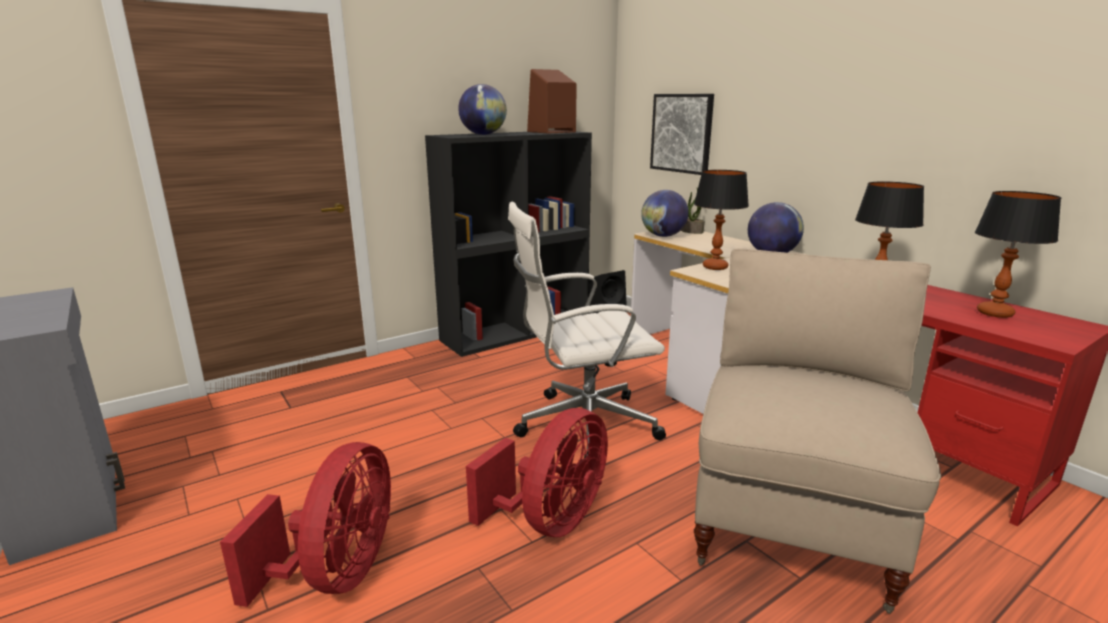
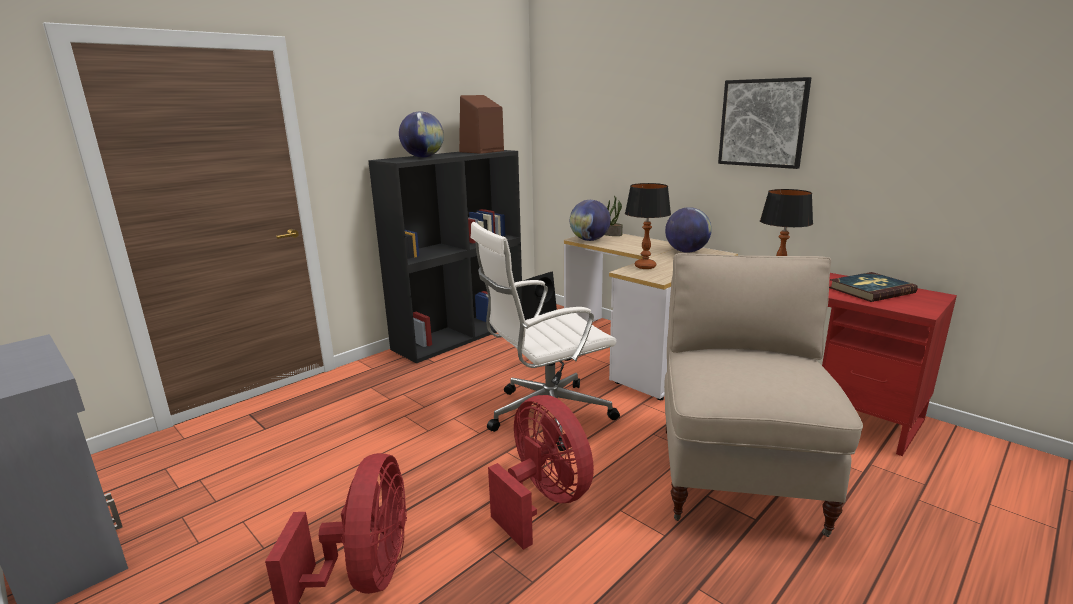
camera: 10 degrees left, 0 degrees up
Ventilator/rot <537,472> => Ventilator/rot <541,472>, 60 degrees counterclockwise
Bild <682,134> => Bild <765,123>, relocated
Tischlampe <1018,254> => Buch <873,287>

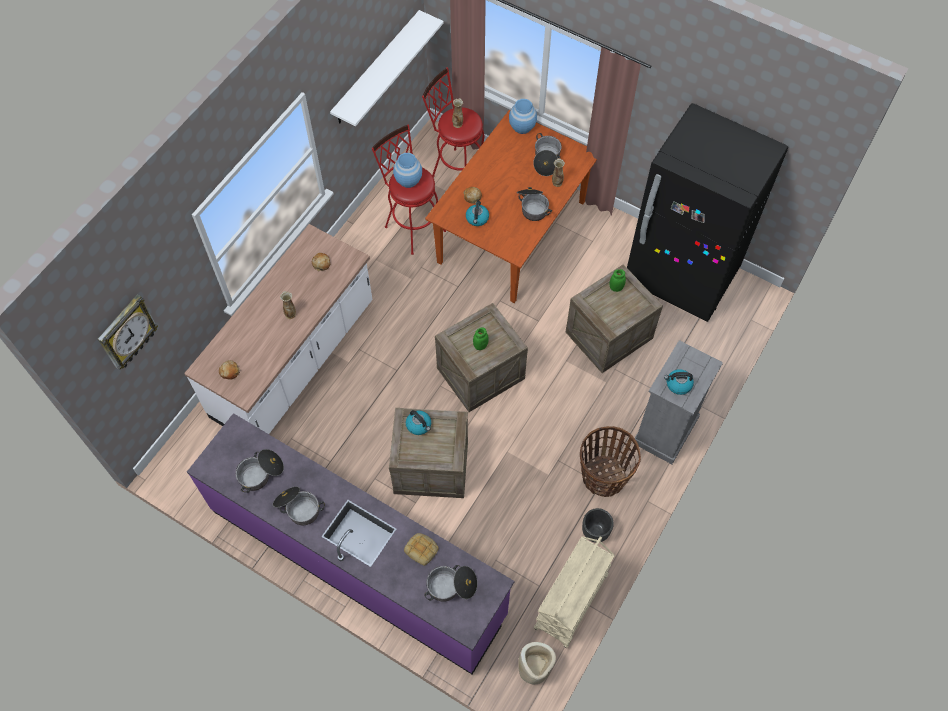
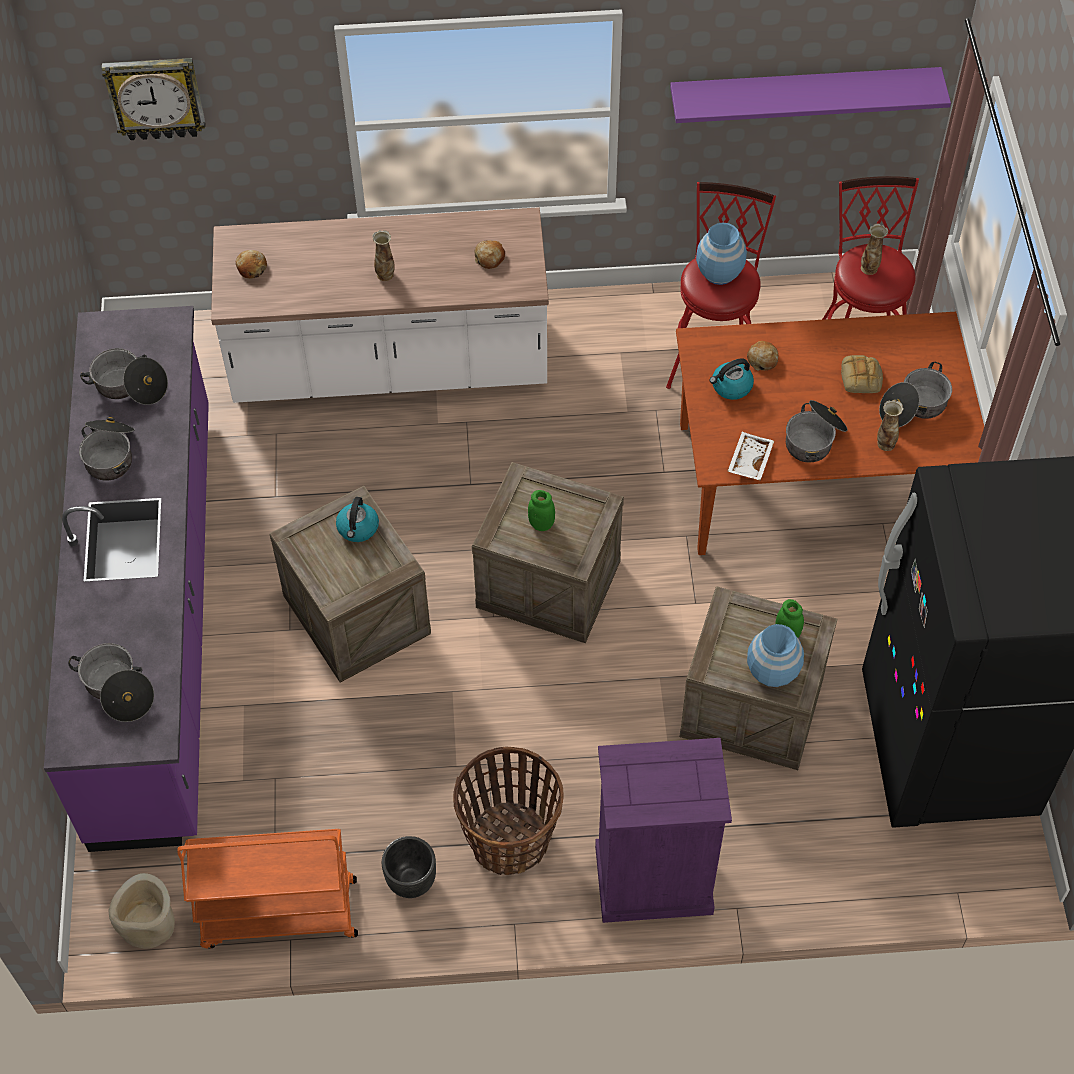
camera: 55 degrees right, 5 degrees down
Wandregal/weiß <387,68> => Wandregal/lila <810,95>
Brot <421,549> => Brot <862,374>, relocated
Vase/blau <523,116> => Vase/blau <775,655>, relocated
Rollwagen/beige <574,592> => Rollwagen/orange <267,889>
Kommode/grau <678,402> => Kommode/lila <663,830>
Wasserkessel <679,382> => nothing
nothing => Tablett/weiß <750,456>

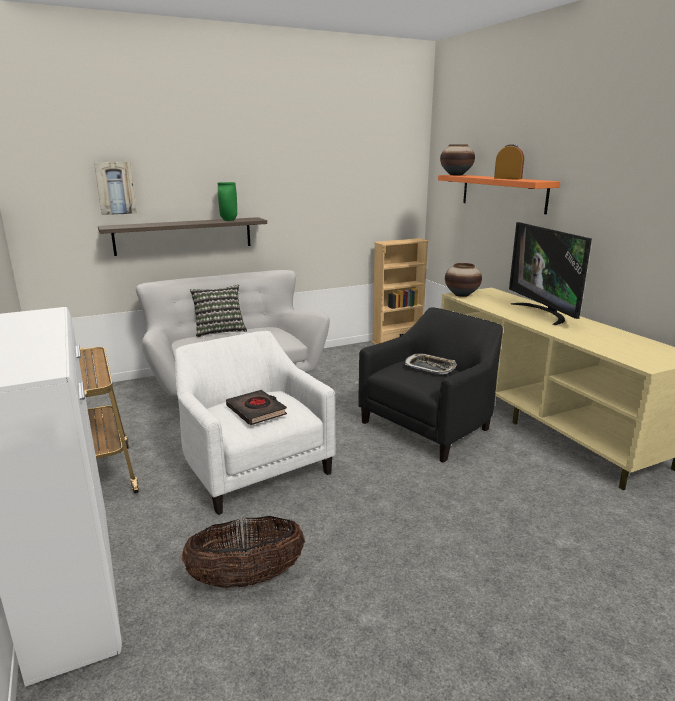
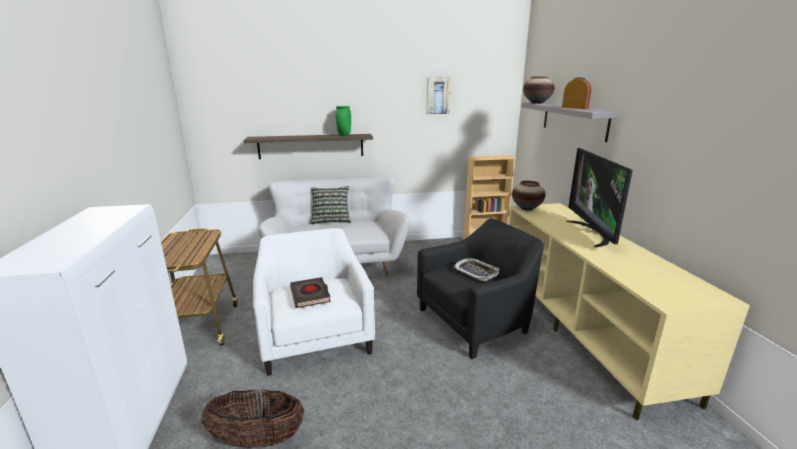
camera: 15 degrees right, 0 degrees up
Bild <115,188> => Bild <439,95>, relocated
Wandregal/orange <499,194> => Wandregal/grau <570,122>

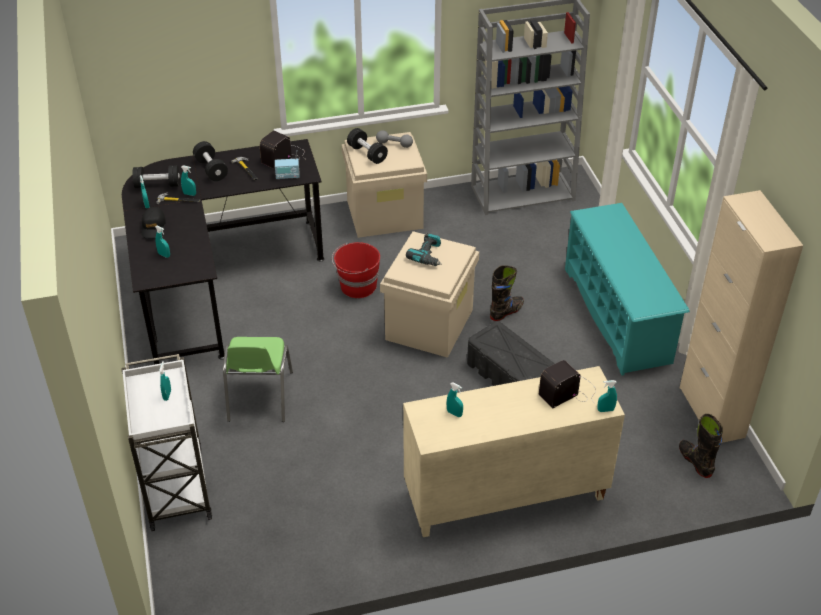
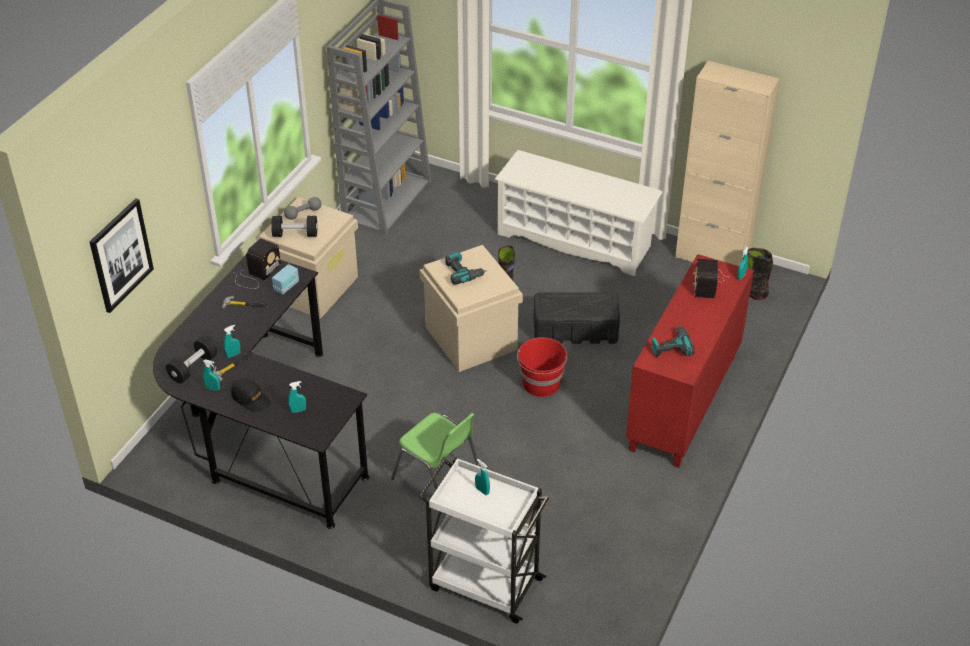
camera: 50 degrees left, 0 degrees up
Hantel/schwarz <210,161> => nothing
Radio <282,150> => Radio <258,264>, 135 degrees counterclockwise
Eimer/rot <356,270> => Eimer/rot <542,367>, relocated
Schrank/beige <514,451> => Schrank/rot <690,361>
Sprühflasche/türkis <454,399> => Bohrmaschine <673,341>
Schuhregal/türkis <627,289> => Schuhregal/weiß <579,213>
nothing => Bild <121,255>

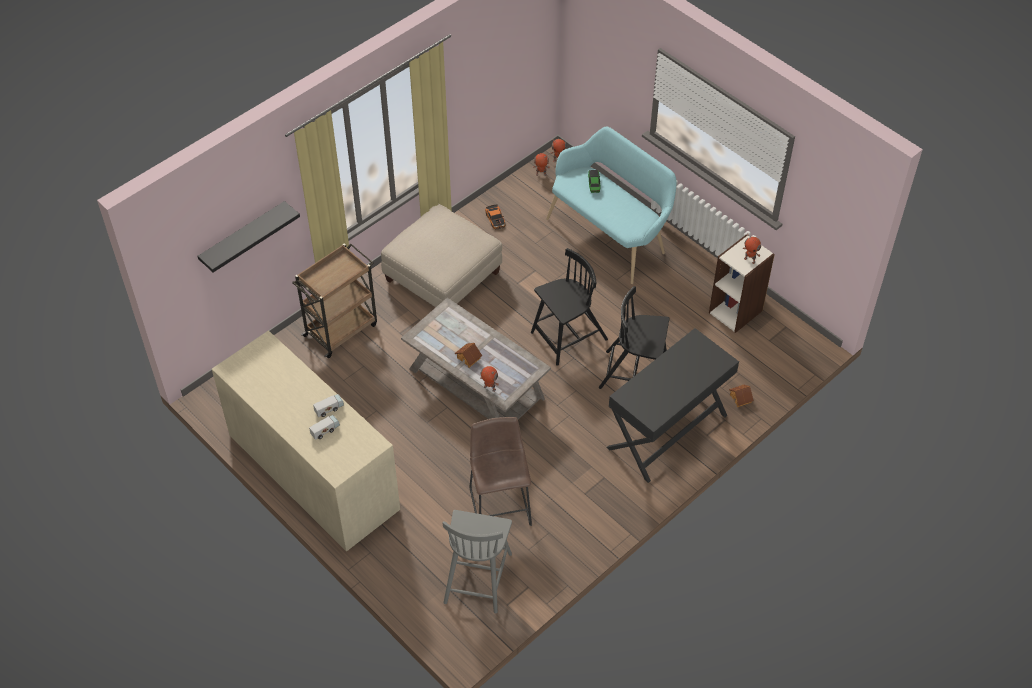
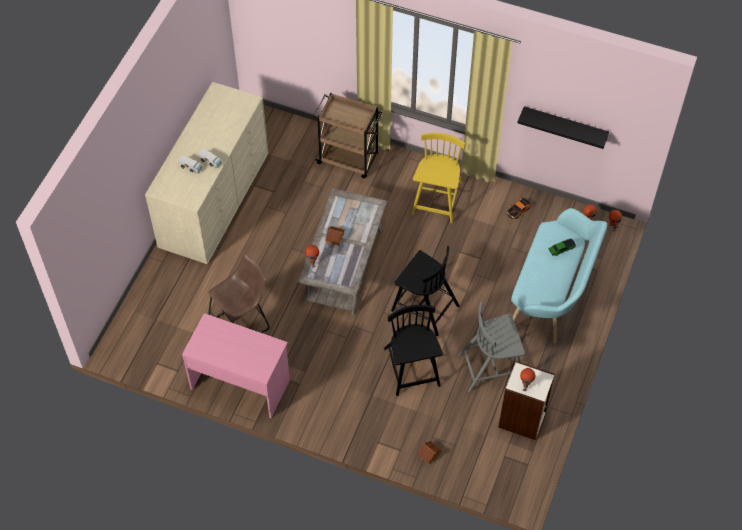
camera: 65 degrees right, 5 degrees up
Wandregal/schwarz <249,237> => Wandregal/schwarz <563,127>, relocated
Polsterhocker/beige <441,255> => Stuhl/gelb <438,178>
Stuhl/grau <477,562> => Stuhl/grau <491,347>, relocated
Schreibtisch/schwarz <672,405> => nothing
nothing => Schreibtisch/rosa <236,365>

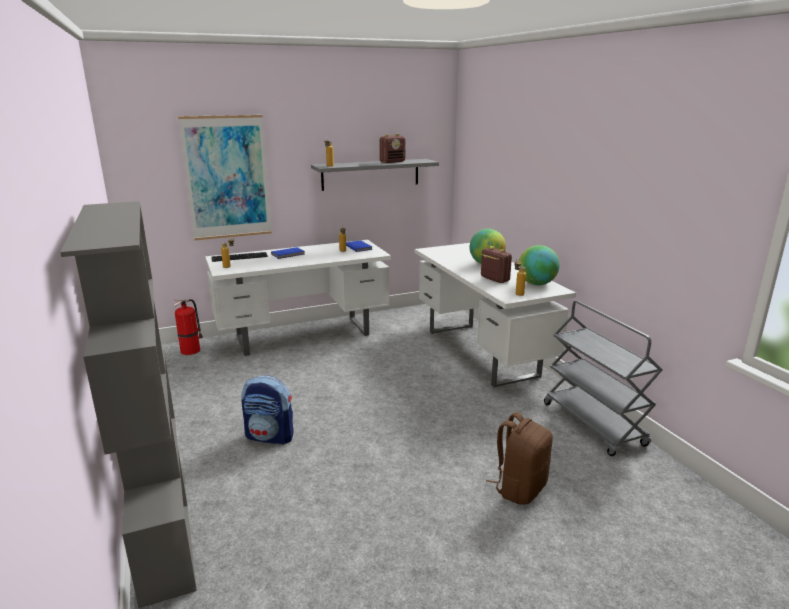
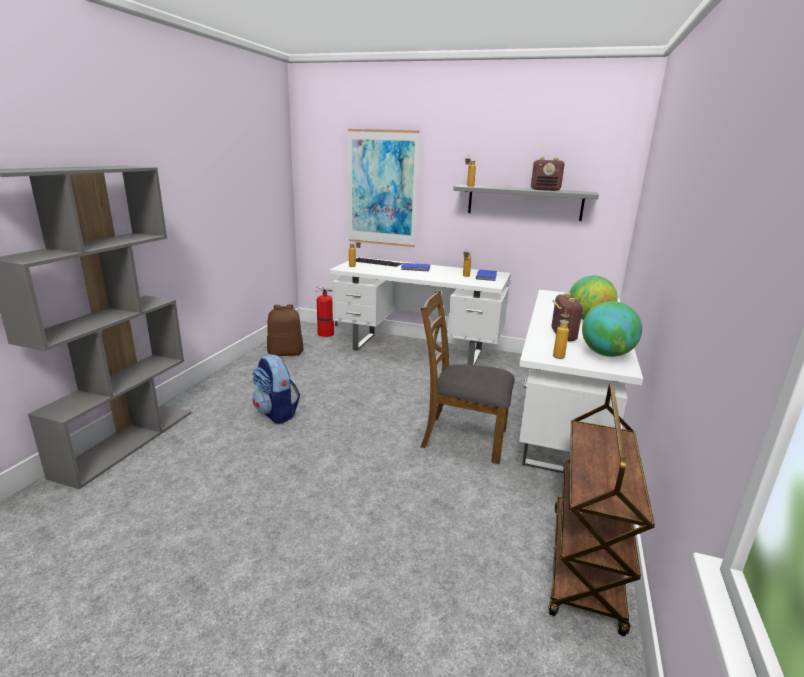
camera: 40 degrees right, 0 degrees up
Rucksack/braun <519,458> => Rucksack/braun <285,330>, relocated
Rollwagen/grau <603,378> => Rollwagen/braun <602,510>
nothing => Stuhl/braun <467,377>

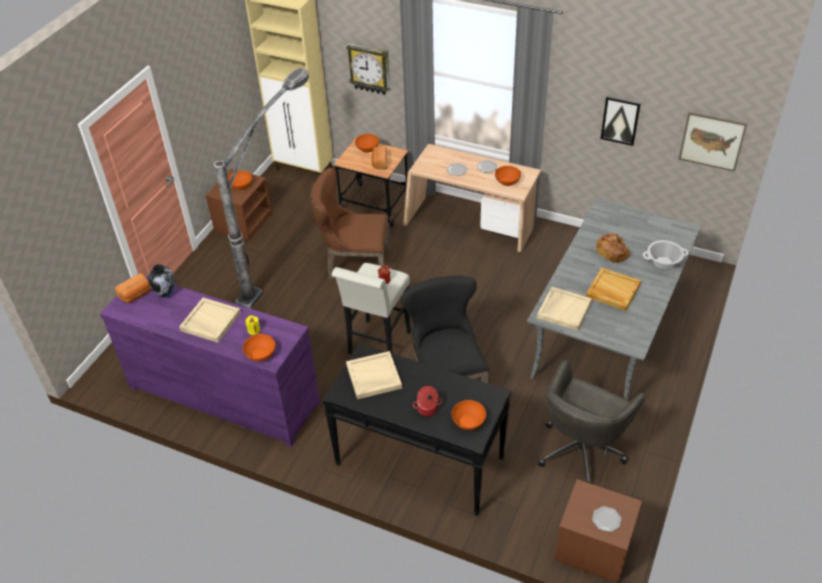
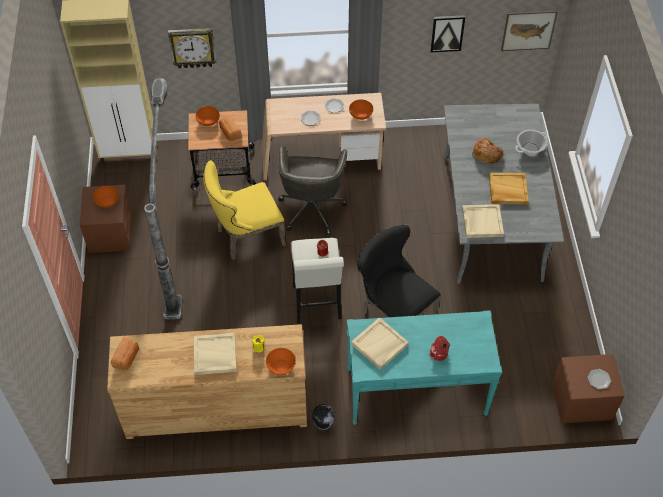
camera: 30 degrees left, 10 degrees up
Kommode/lila <210,360> => Kommode/braun <207,381>
Vase <162,281> => Vase <323,417>, relocated
Stuhl/braun <350,224> => Stuhl/gelb <244,210>
Konsolentisch/schwarz <417,429> => Konsolentisch/türkis <424,367>
Schüssel/orange <469,415> => nothing
Bürostuhl/grau <592,421> => Bürostuhl/grau <312,190>, relocated

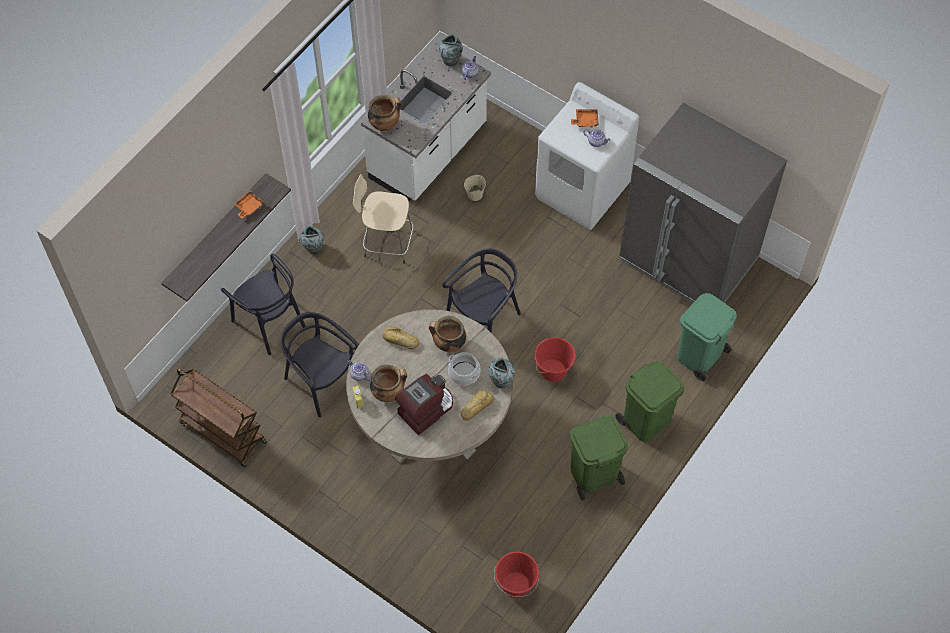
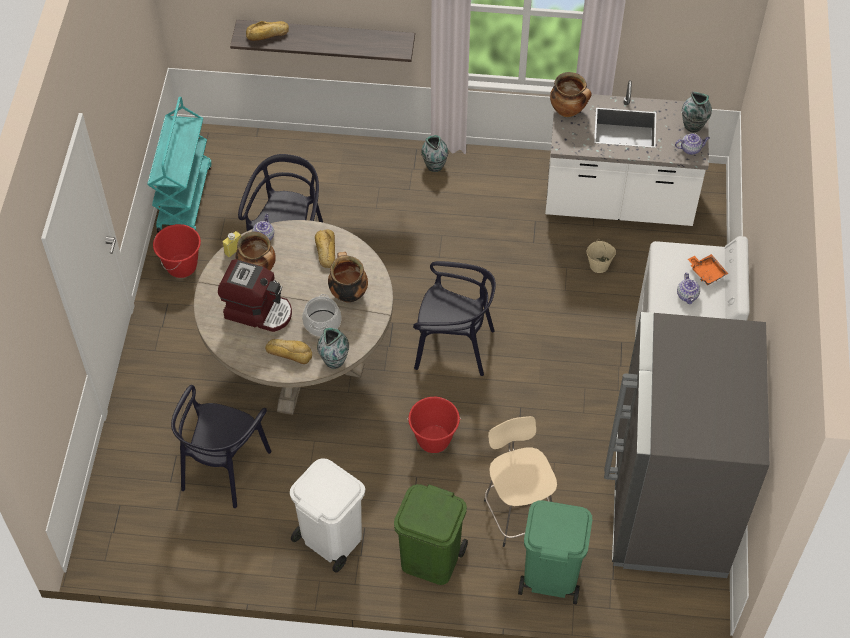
camera: 60 degrees right, 5 degrees down
Rollwagen/braun <218,418> => Rollwagen/türkis <179,165>
Stuhl/schwarz <263,304> => Stuhl/schwarz <221,446>, relocated
Tablett/orange <248,204> => nothing
Hocker/beige <383,219> => Hocker/beige <520,481>, relocated
Eimer/rot <516,575> => Eimer/rot <177,251>, relocated
Mülleimer/grün <599,458> => Mülleimer/weiß <327,515>
nothing => Brot <267,31>

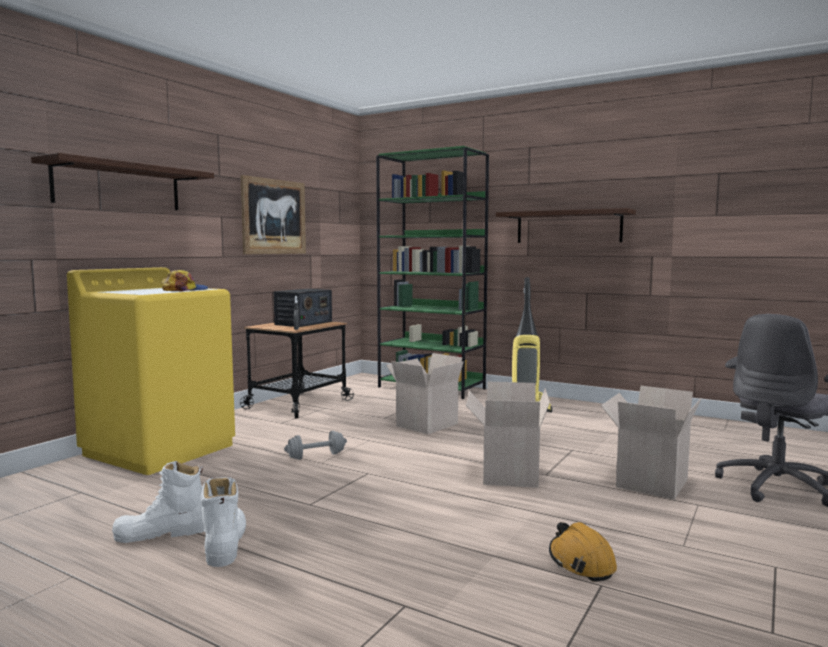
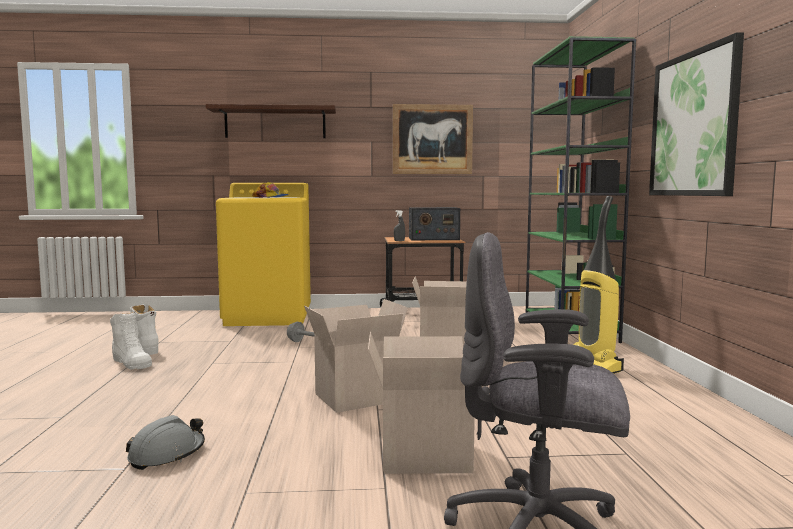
camera: 55 degrees right, 0 degrees up
Stiefel/weiß <223,522> => Stiefel/weiß <131,341>, 90 degrees clockwise
Wandregal <566,225> => Bild <696,114>
Schutzhelm/orange <583,551> => Schutzhelm/grau <165,442>

